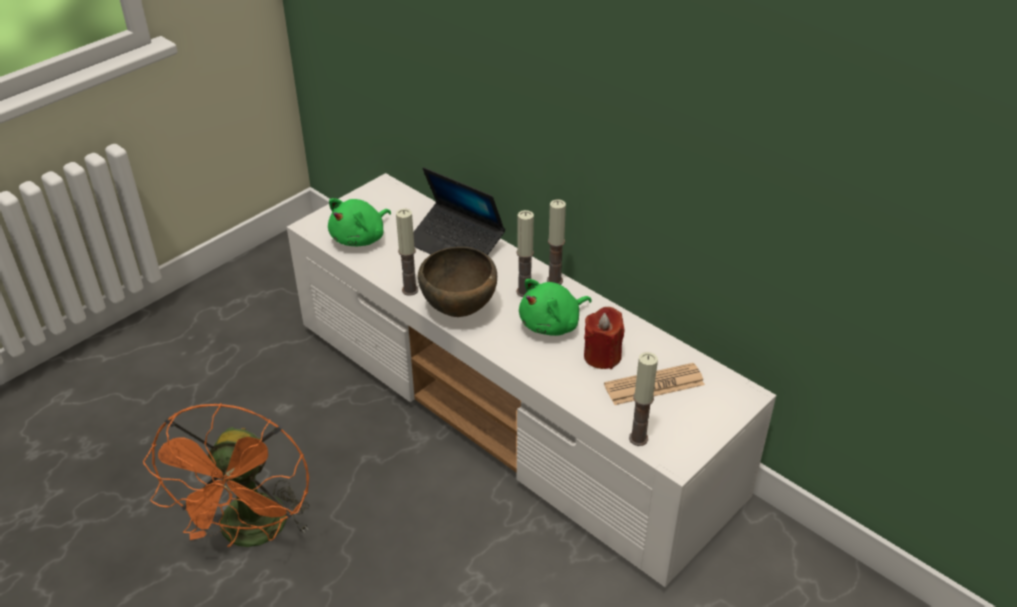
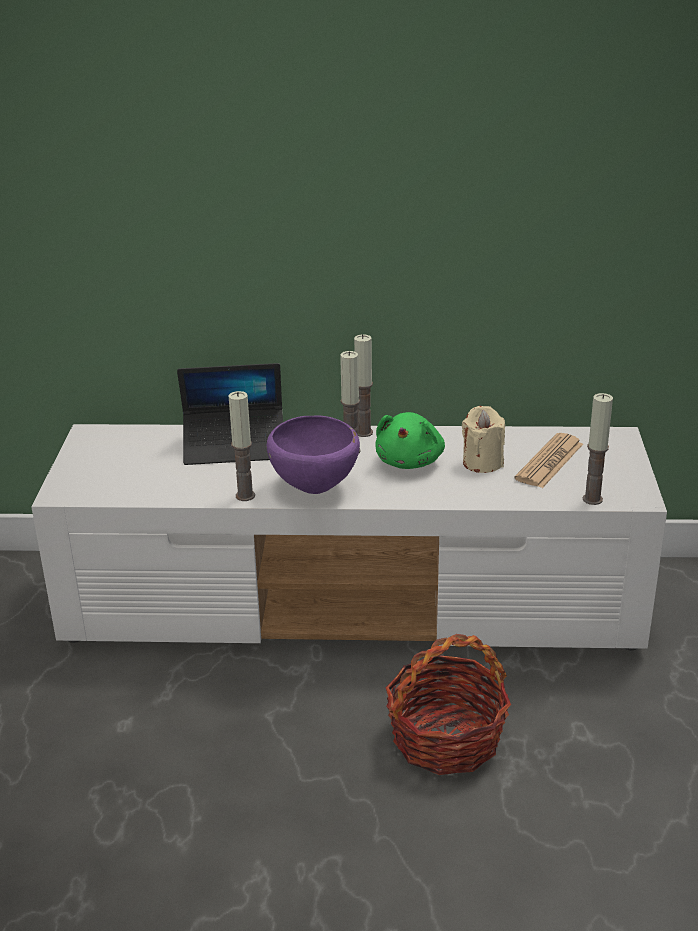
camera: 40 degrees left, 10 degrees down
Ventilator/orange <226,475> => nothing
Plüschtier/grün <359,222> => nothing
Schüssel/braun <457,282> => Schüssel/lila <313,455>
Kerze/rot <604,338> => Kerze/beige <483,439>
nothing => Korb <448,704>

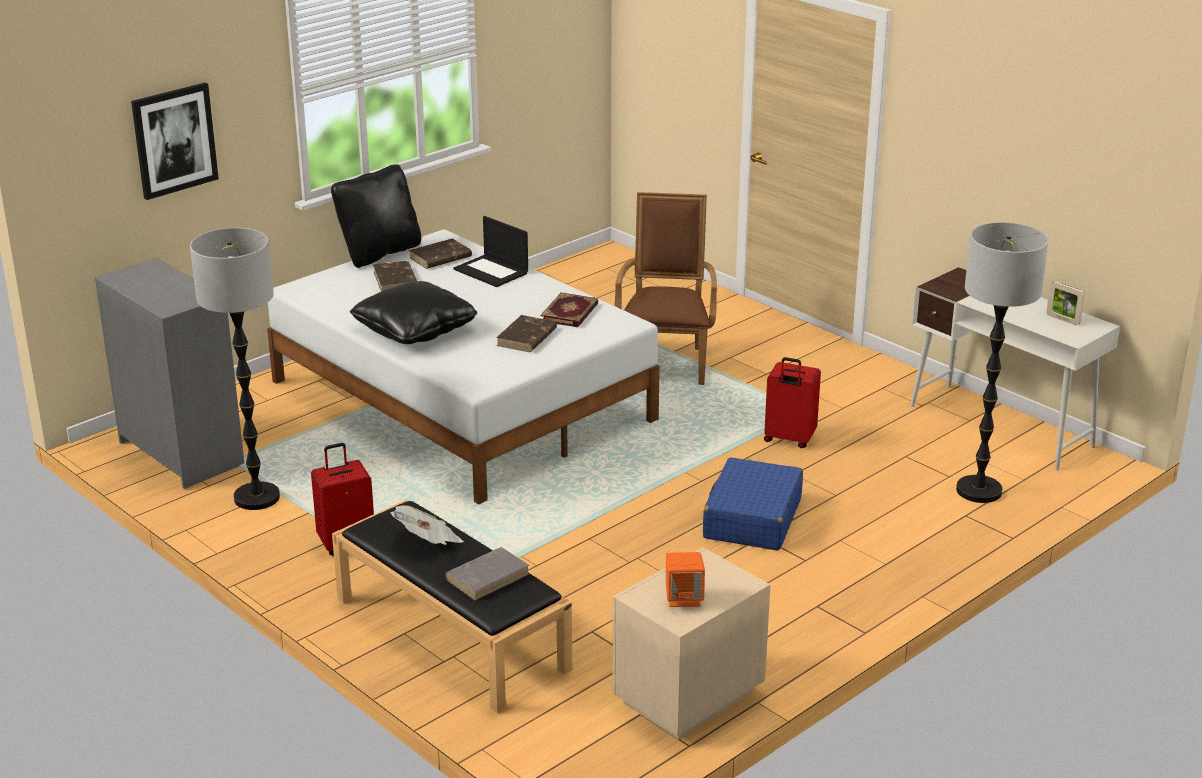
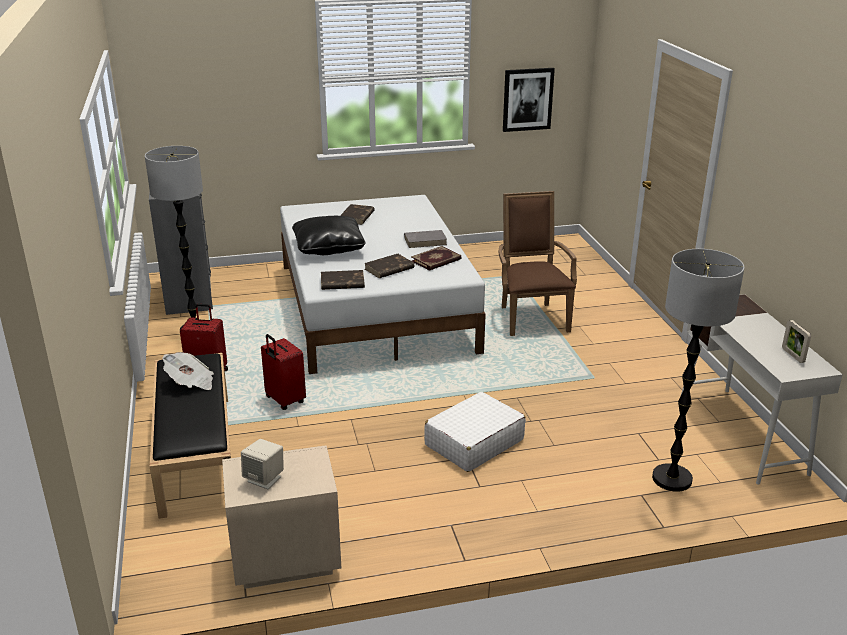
camera: 30 degrees right, 0 degrees up
Bild <175,141> => Bild <529,100>, relocated
Kissen/schwarz <376,216> => nothing
Buch/braun <440,253> => Buch/braun <343,280>, relocated
Buch/grau <487,573> => Buch/grau <425,239>, relocated
Laptop <490,251> => nothing
Sessel/braun <666,288> => Sessel/braun <538,263>, 45 degrees counterclockwise
Lautsprecher/orange <685,579> => Lautsprecher/beige <262,464>
Koffer/blau <753,504> => Koffer/weiß <475,432>
Koffer/rot <792,402> => Koffer/rot <283,372>, relocated

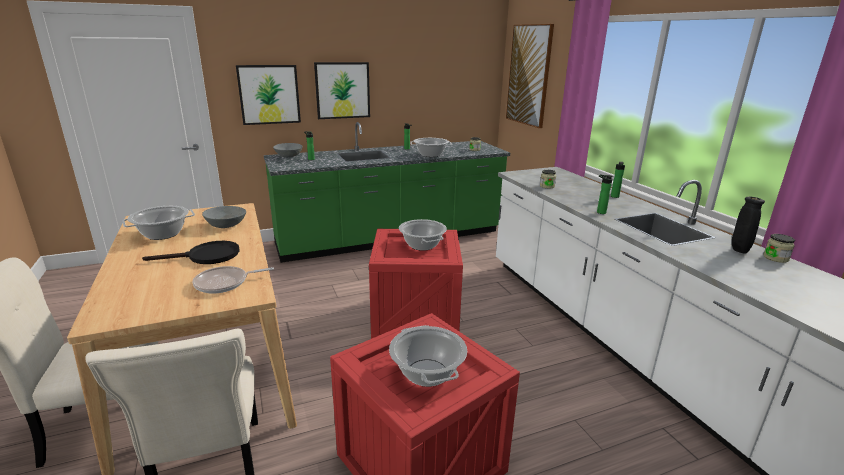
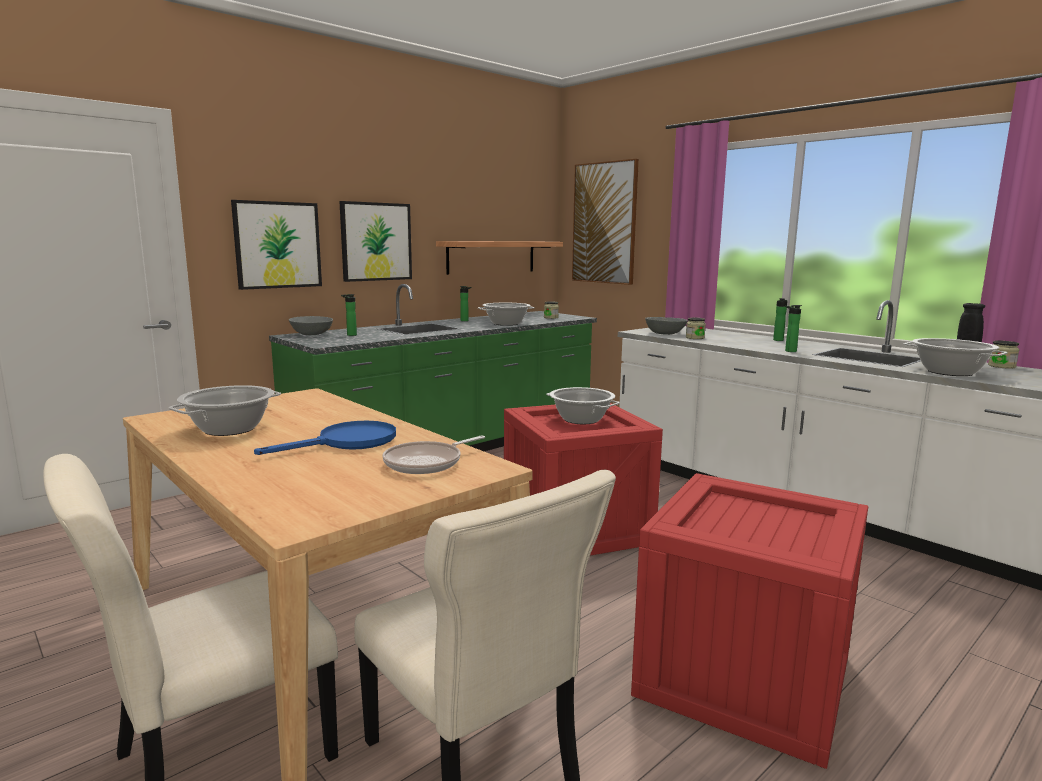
camera: 20 degrees left, 10 degrees down
Pfanne/schwarz <191,252> => Pfanne/blau <325,438>
Schüssel/grau <224,217> => Schüssel/grau <666,326>, relocated
Kochtopf <428,356> => Kochtopf <956,357>, relocated
nothing => Wandregal <499,258>

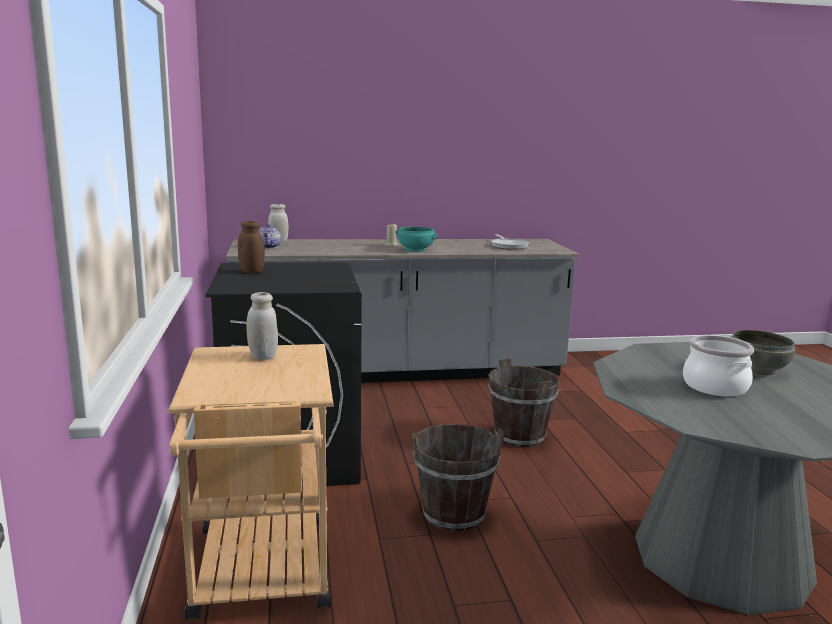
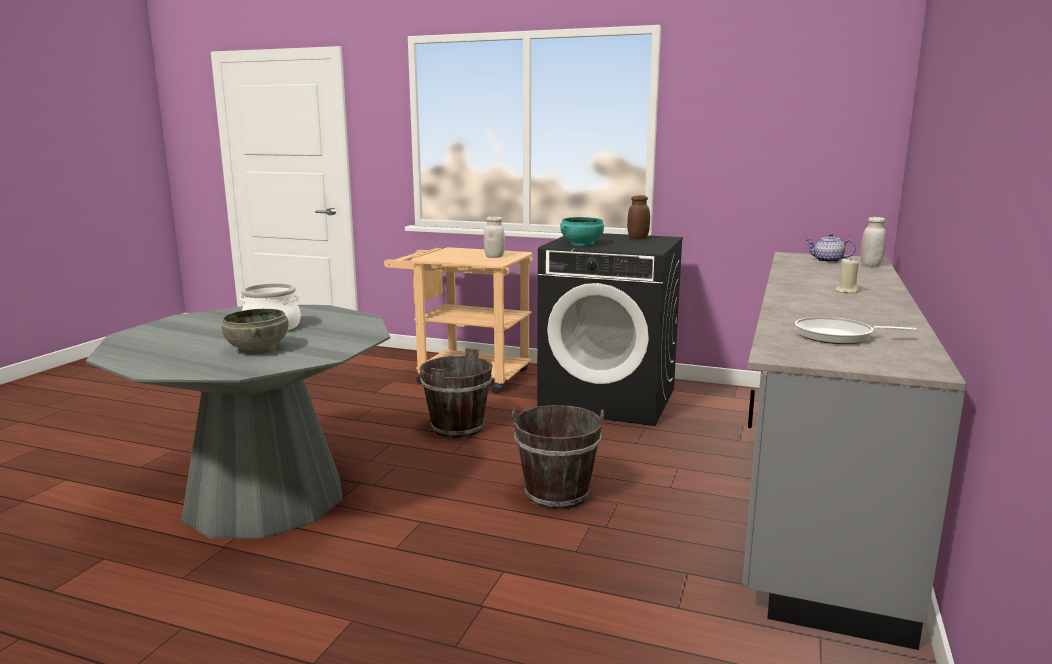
camera: 120 degrees right, 0 degrees up
Schüssel/türkis <416,239> => Schüssel/türkis <582,231>, relocated

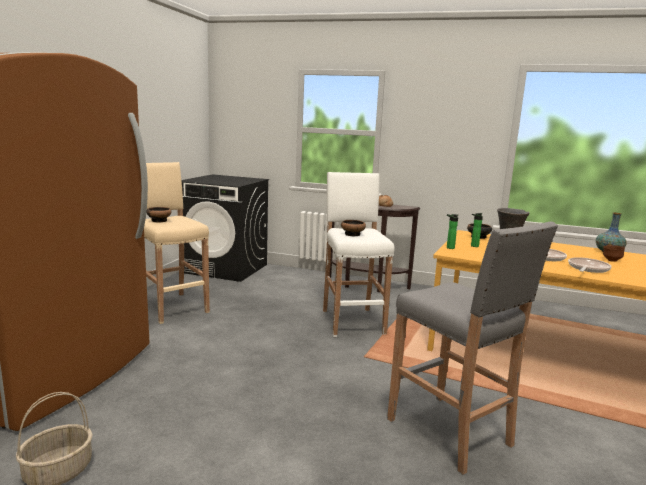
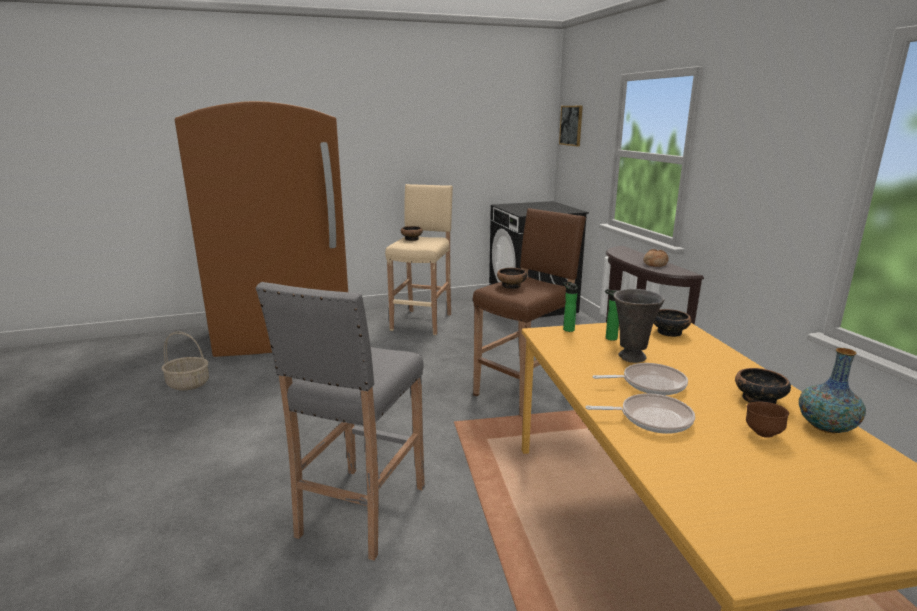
camera: 55 degrees right, 5 degrees up
Hocker/weiß <358,254> => Hocker/braun <529,312>
nothing => Bild <571,126>
nothing => Schüssel <763,386>

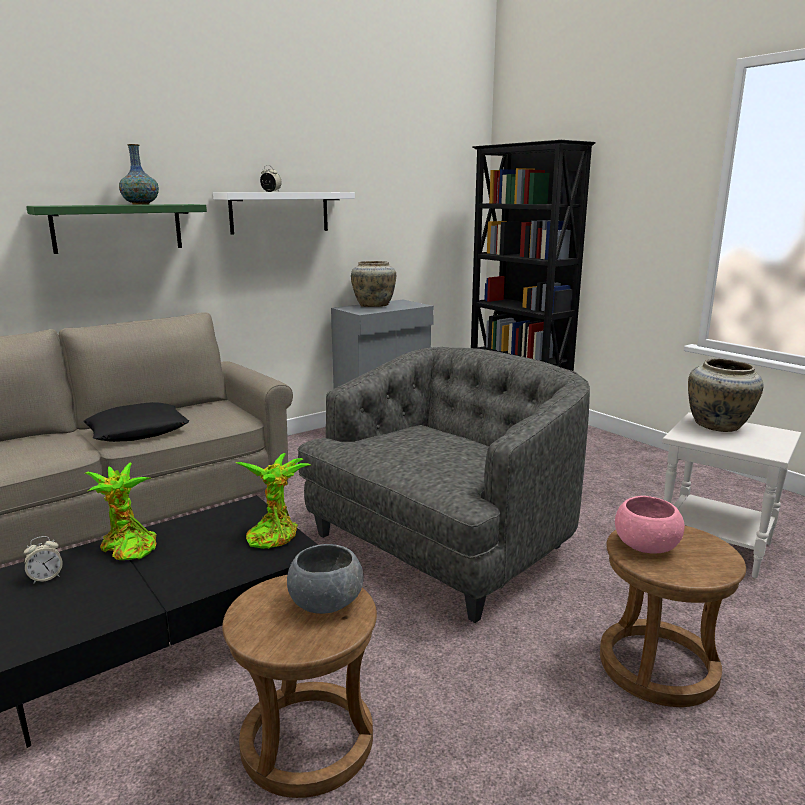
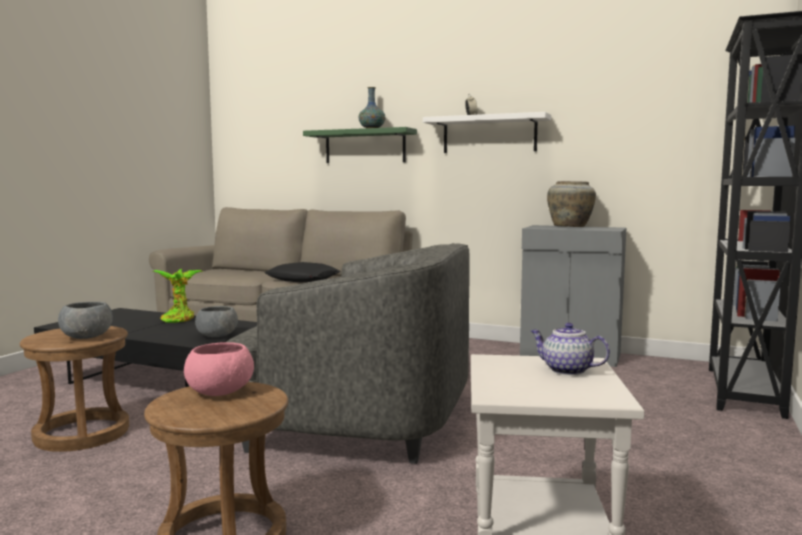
camera: 60 degrees right, 10 degrees down
Wecker <43,560> => nothing
Topfpflanze <273,501> => Schüssel/grau <216,321>
Vase/beige <726,395> => Teekanne <570,349>

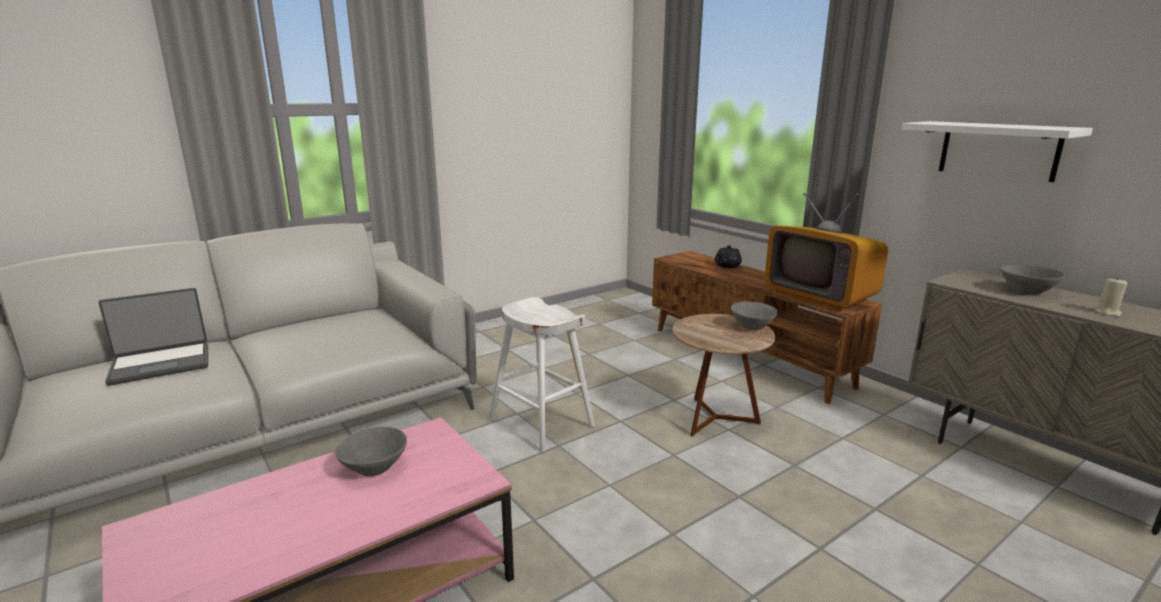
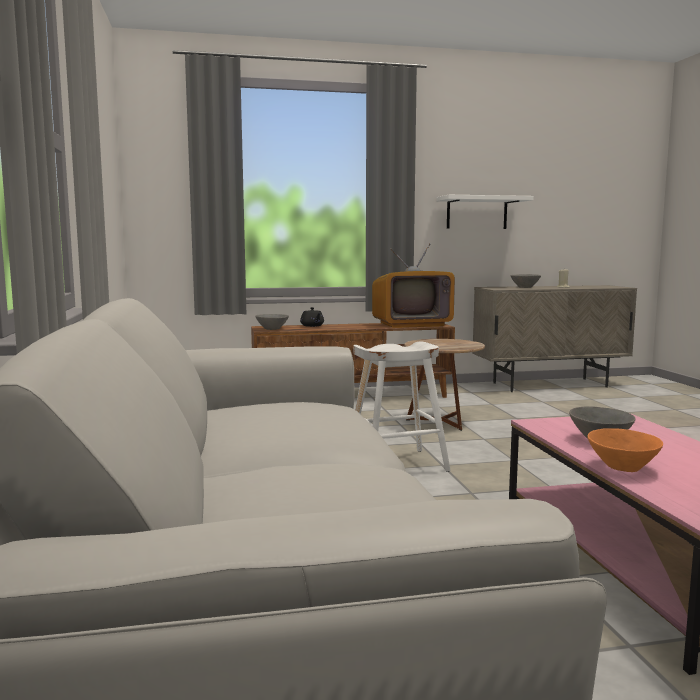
camera: 65 degrees left, 10 degrees down
Laptop <153,337> => nothing
Schüssel/grau <754,315> => Schüssel/grau <272,322>, relocated
nothing => Schüssel/orange <625,450>

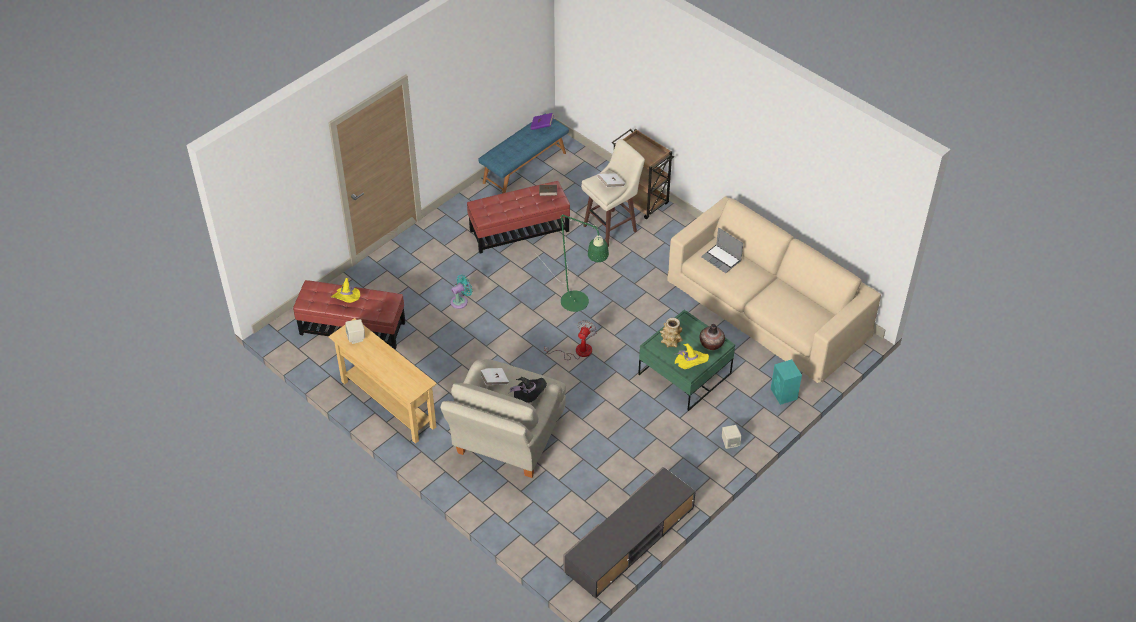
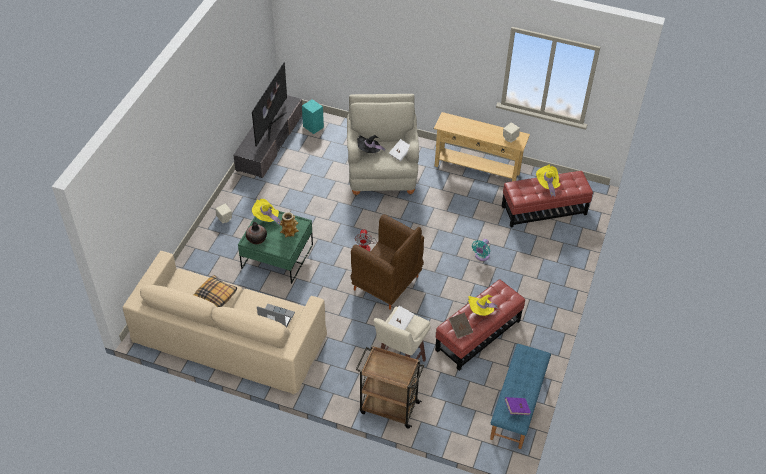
camera: 155 degrees right, 0 degrees up
Stehlampe/grün <572,263> => Sessel/braun <387,262>
Lautsprecher/türkis <786,382> => Lautsprecher/türkis <313,116>, relocated
nothing => Kissen <215,291>
nothing => Fernseher <269,104>
nothing => Hut/gelb <483,305>

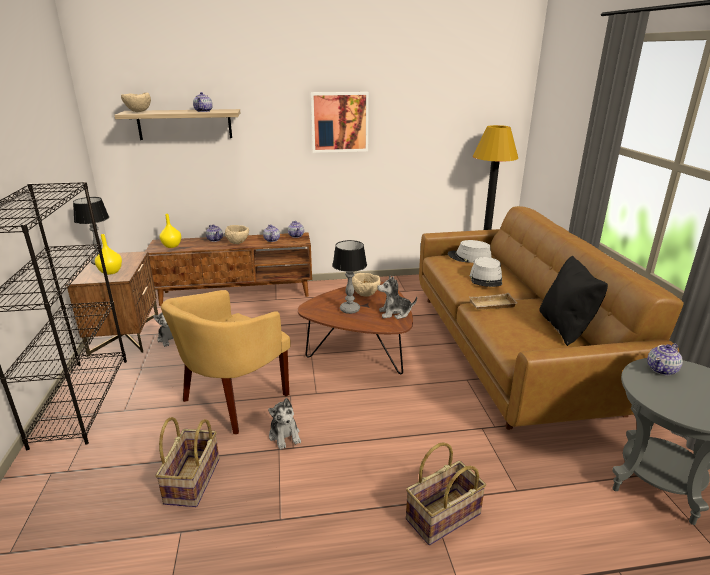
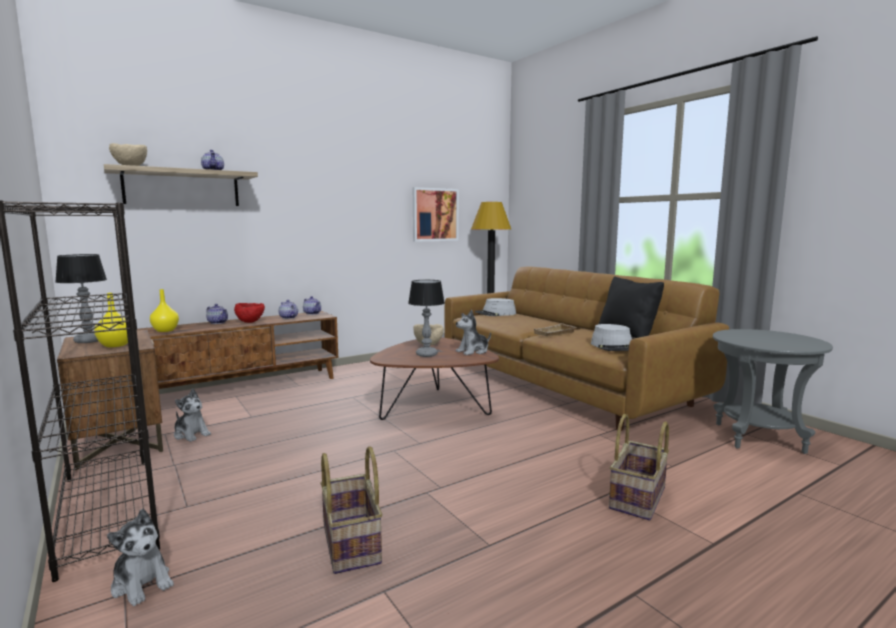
camera: 25 degrees left, 15 degrees down
Sessel/gelb <226,362> => nothing
Schüssel/beige <237,234> => Schüssel/rot <249,313>
Plüschtier <284,424> => Plüschtier <140,557>, relocated
Bild <340,122> => Bild <436,214>, relocated
Hut/grau <486,272> => Hut/grau <611,337>, relocated
Teekanne <665,359> => nothing

